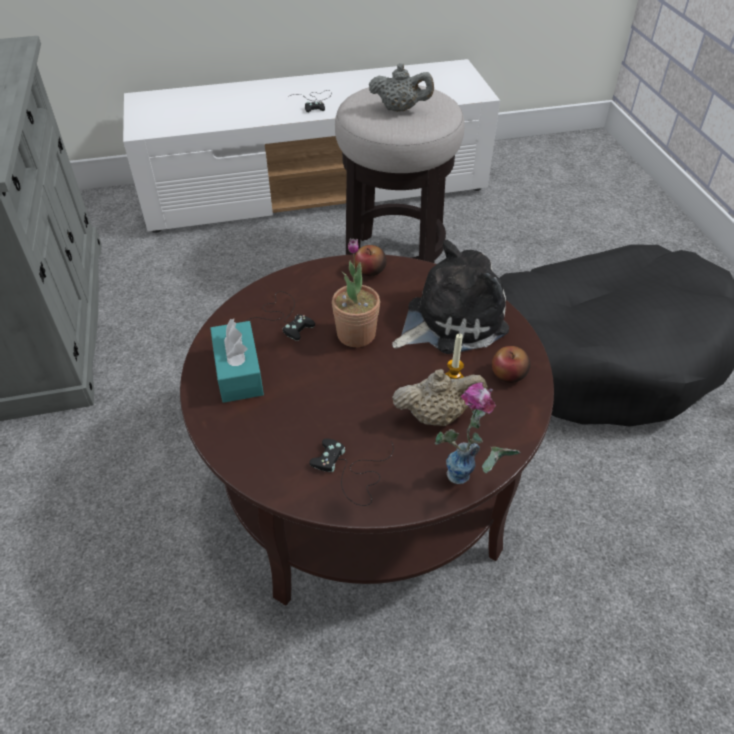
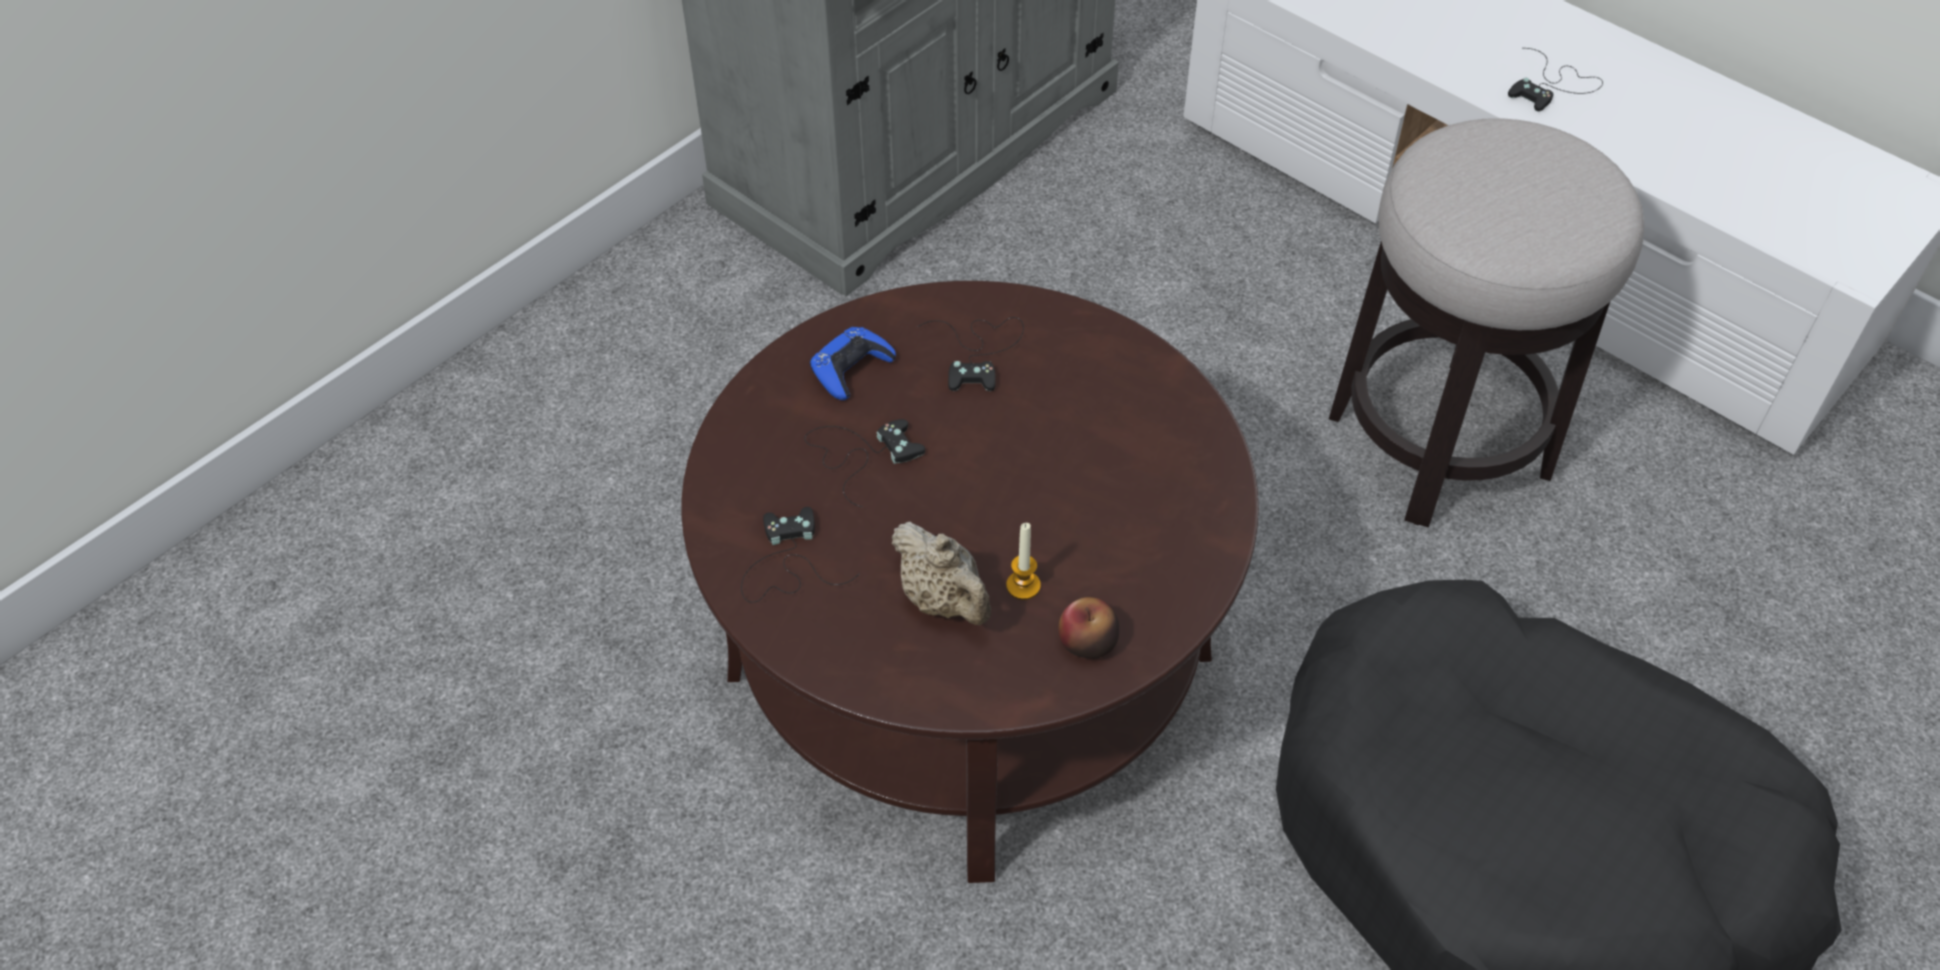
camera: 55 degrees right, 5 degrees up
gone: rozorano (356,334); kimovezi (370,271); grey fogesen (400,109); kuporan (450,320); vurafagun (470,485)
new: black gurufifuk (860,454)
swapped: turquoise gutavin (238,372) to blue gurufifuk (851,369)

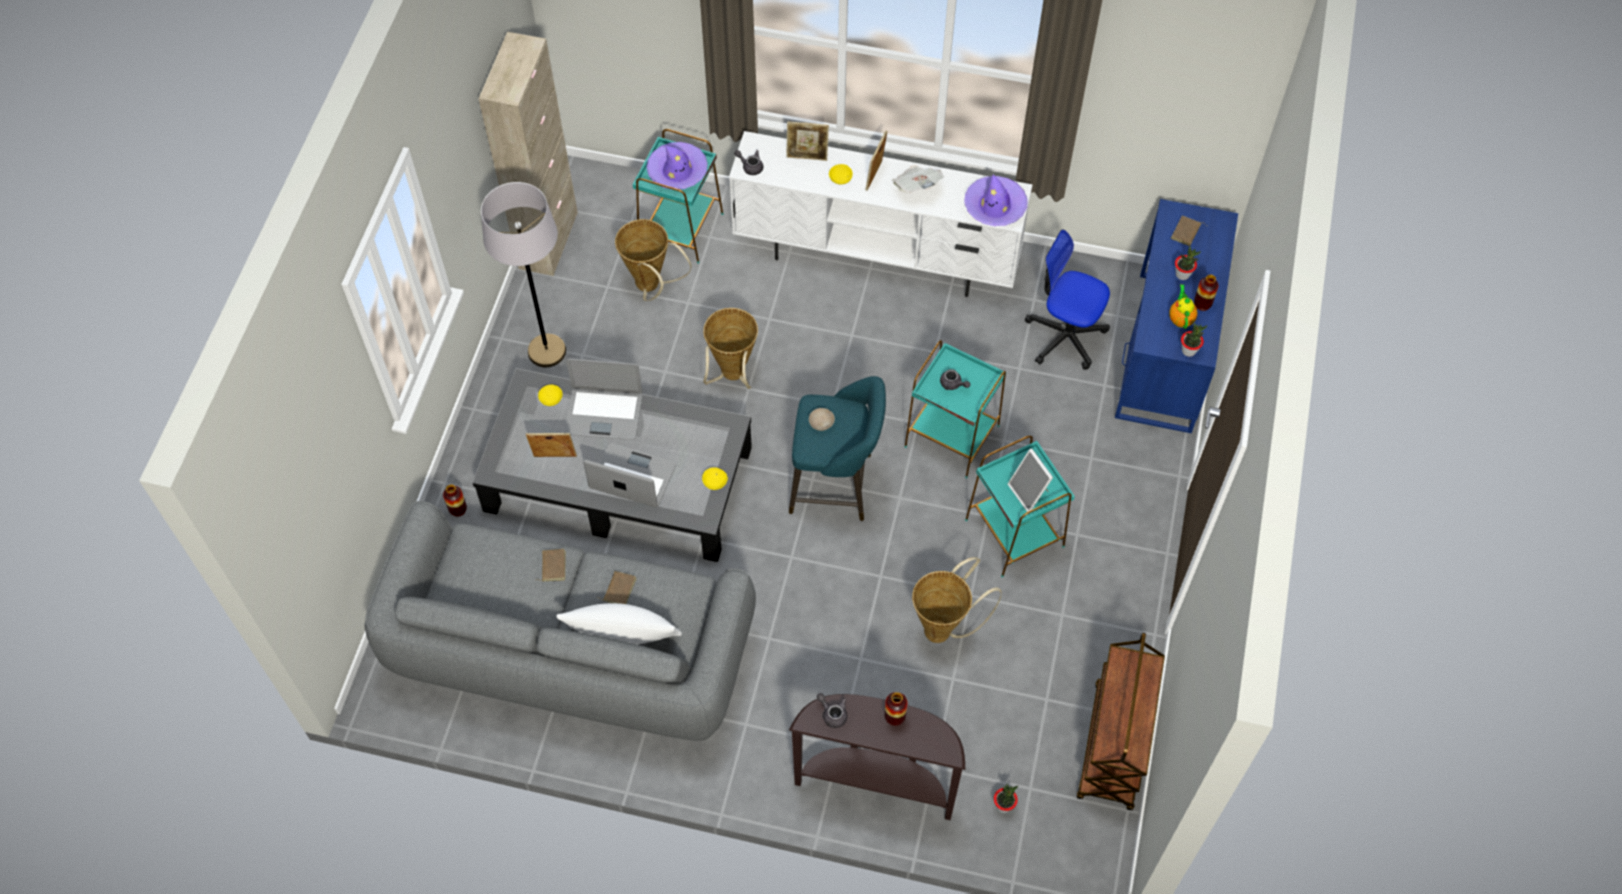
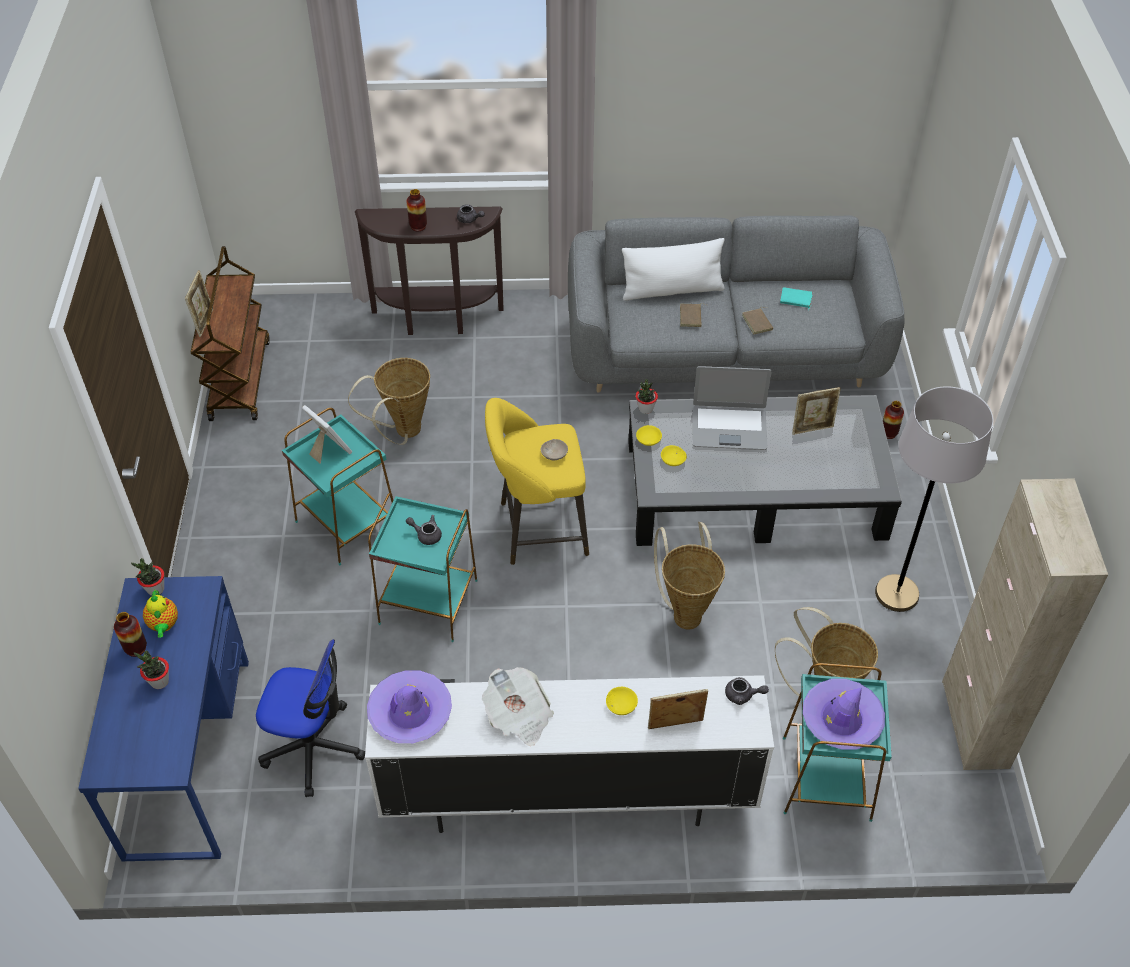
camera: 165 degrees right, 10 degrees down
gone: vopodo (604,414); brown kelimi (1186,232)
new: turquoise kelimi (795,300)
shifted: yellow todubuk (552,399) to (672,460); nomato (875,176) to (204,322); rozorano (1003,805) to (645,409)
repainted: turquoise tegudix (836,484) to yellow tegudix (537,529)

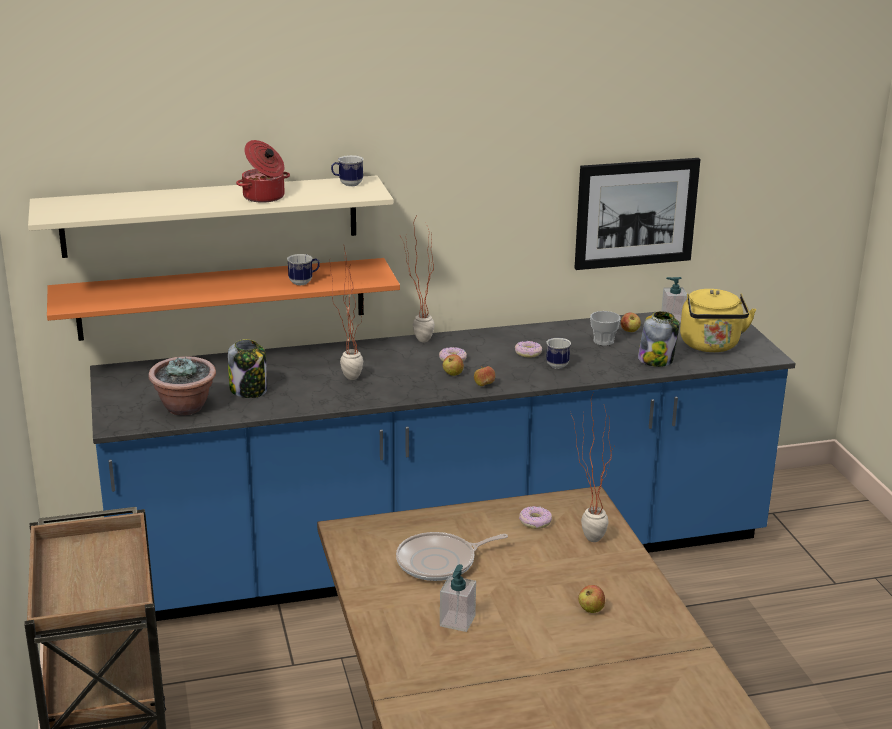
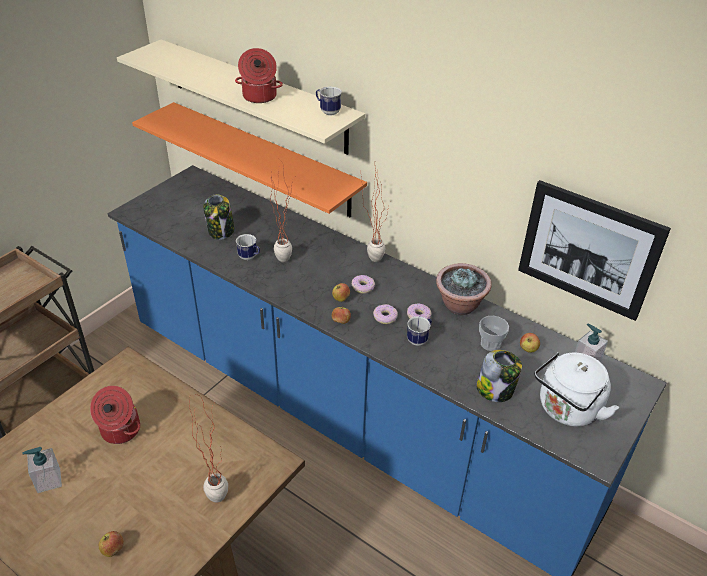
camera: 50 degrees right, 15 degrees up
shifted: rozorano (185,408) to (460,306); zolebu (304,282) to (249,257); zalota (535,522) to (385,317)
swapped: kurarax (440,562) to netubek (120,430)
repainted: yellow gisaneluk (711,346) to white gisaneluk (567,410)

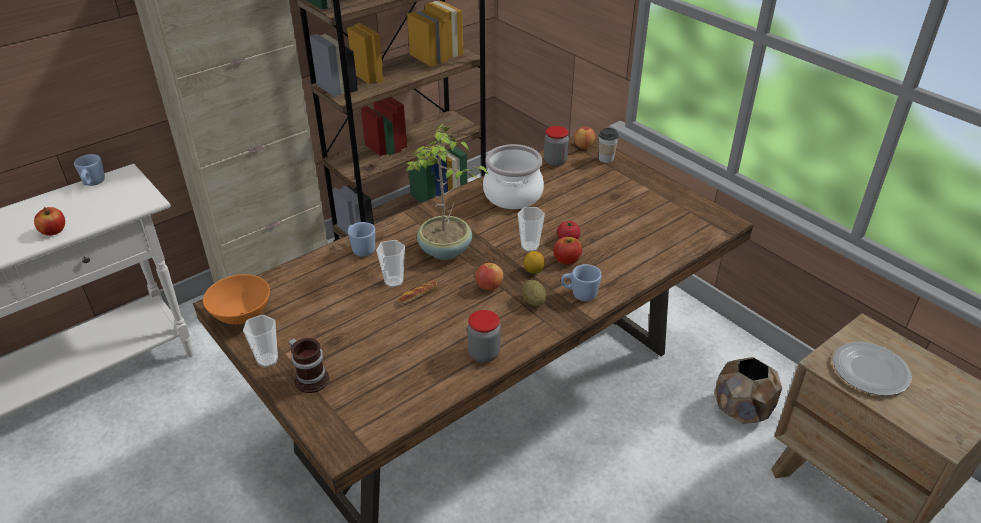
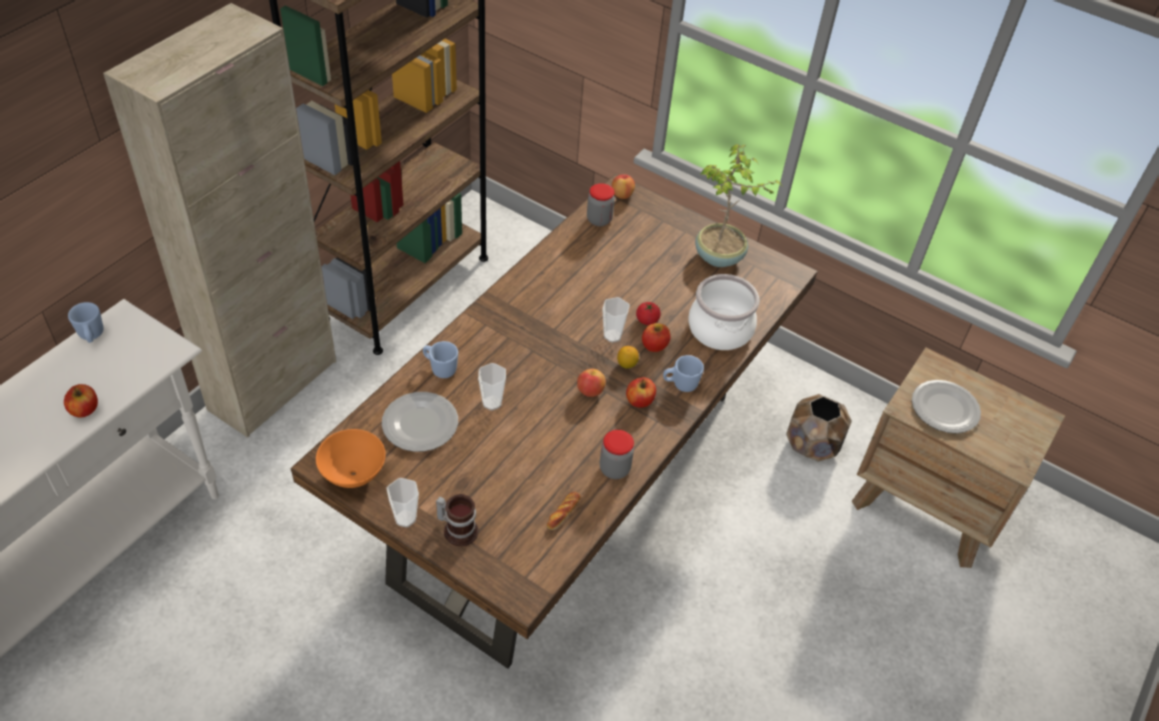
camera: 20 degrees left, 10 degrees up
gone: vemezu (606,159)
new: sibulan (419,424)
shifted: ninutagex (418,295) to (563,513); rozorano (445,251) to (719,258); netubek (512,195) to (719,329)
swapped: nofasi (533,301) to kimovezi (640,401)

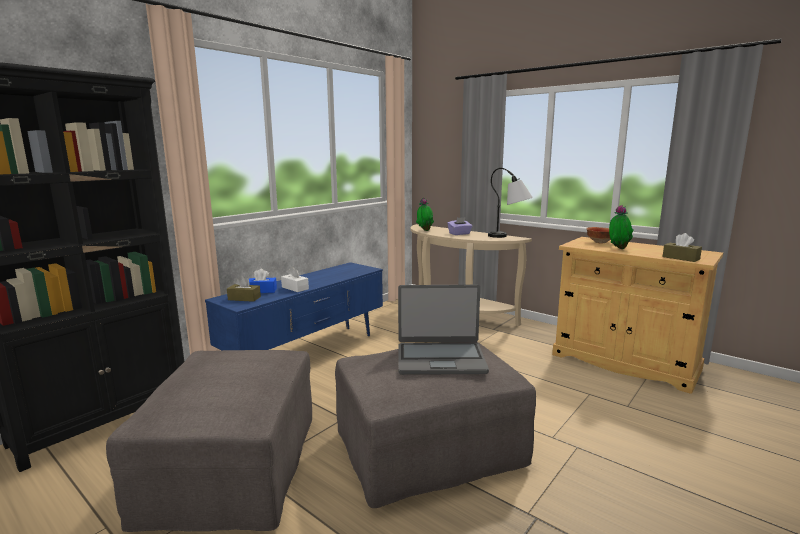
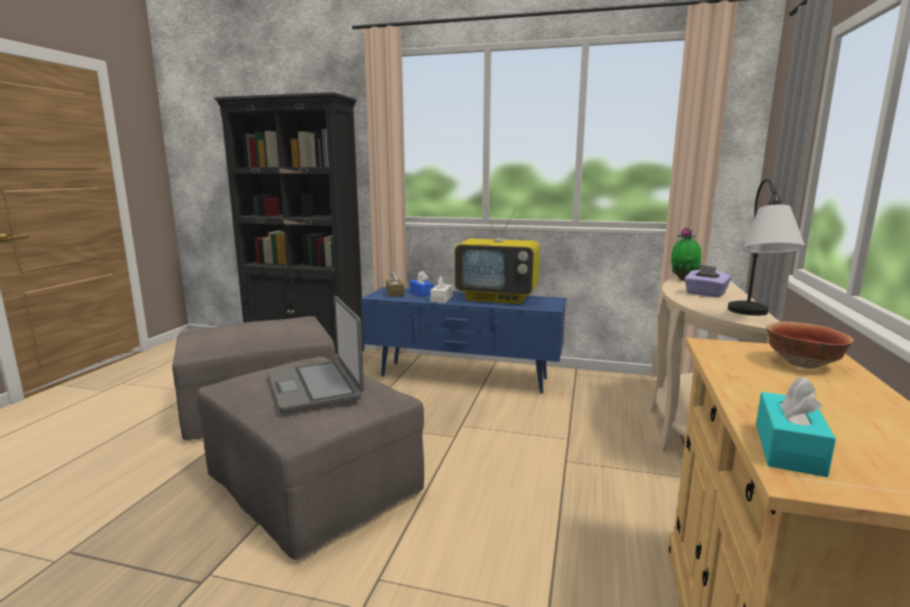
camera: 65 degrees right, 0 degrees up
gone: rozorano (618,249)
new: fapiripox (498,298)
repainted: brown gutavin (681,258) to turquoise gutavin (788,449)

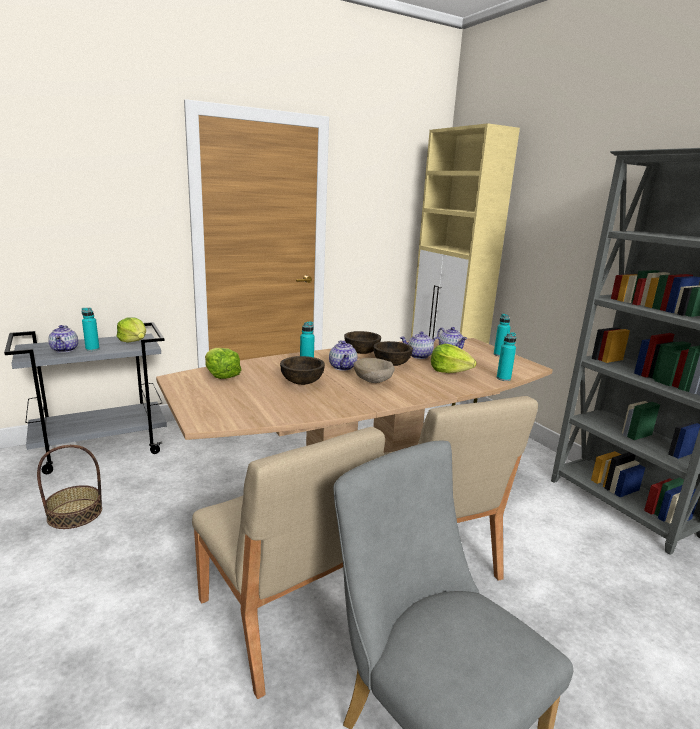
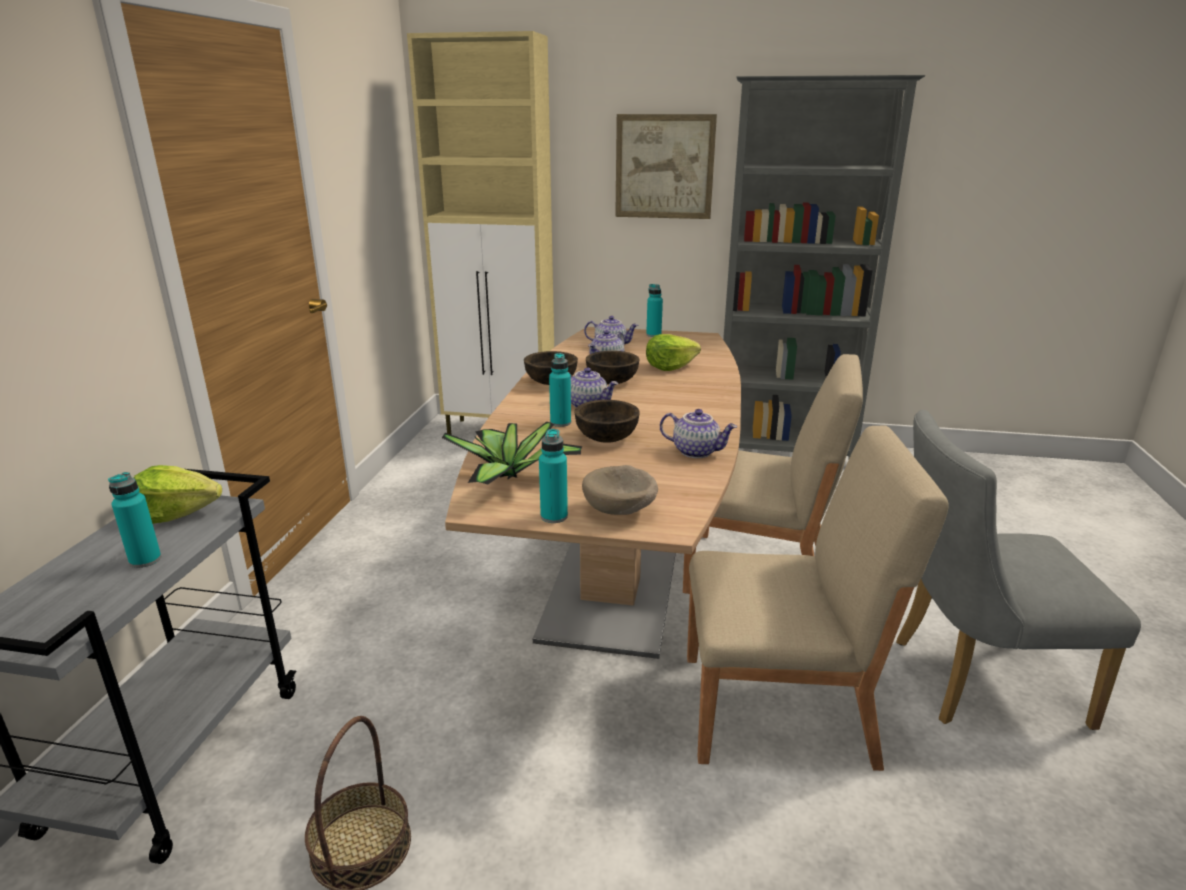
camera: 50 degrees left, 5 degrees up
new: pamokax (664,167)
shifted: fogesen (65,350) to (696,451); beige todubuk (373,382) to (621,511); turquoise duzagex (503,378) to (554,516)
swapped: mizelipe (221,375) to rozorano (512,476)

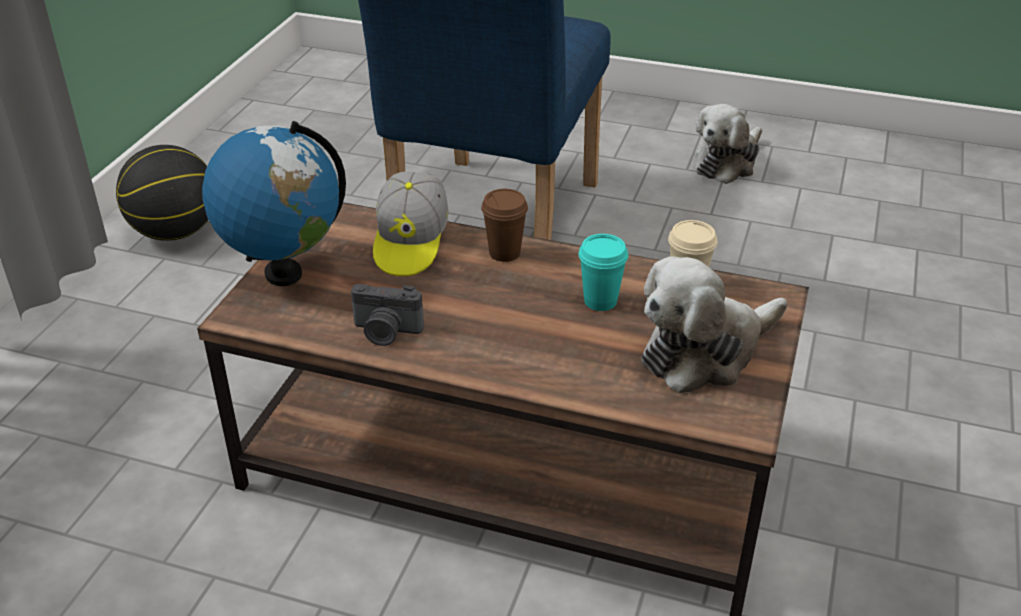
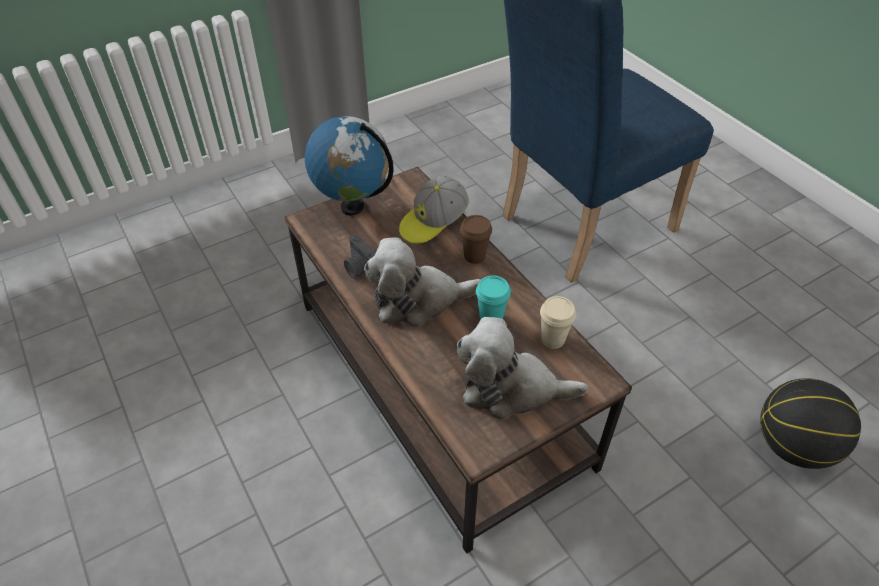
camera: 40 degrees right, 10 degrees up
shifted: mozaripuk (175,232) to (793,446); kuporan (727,163) to (418,300)

